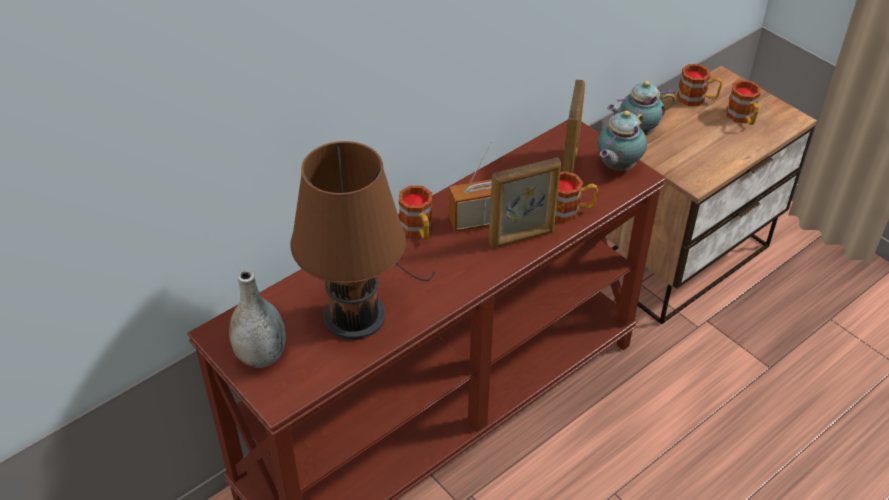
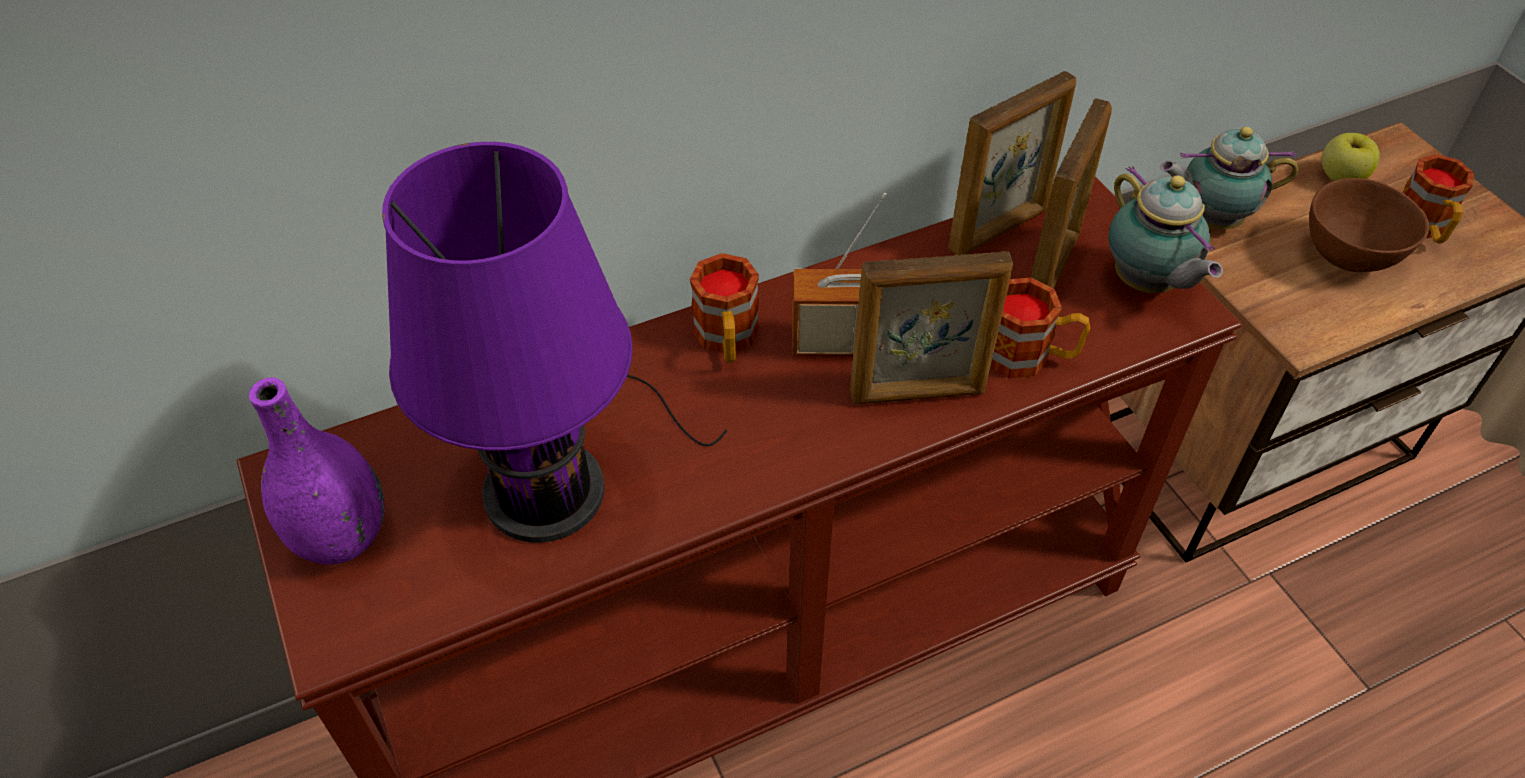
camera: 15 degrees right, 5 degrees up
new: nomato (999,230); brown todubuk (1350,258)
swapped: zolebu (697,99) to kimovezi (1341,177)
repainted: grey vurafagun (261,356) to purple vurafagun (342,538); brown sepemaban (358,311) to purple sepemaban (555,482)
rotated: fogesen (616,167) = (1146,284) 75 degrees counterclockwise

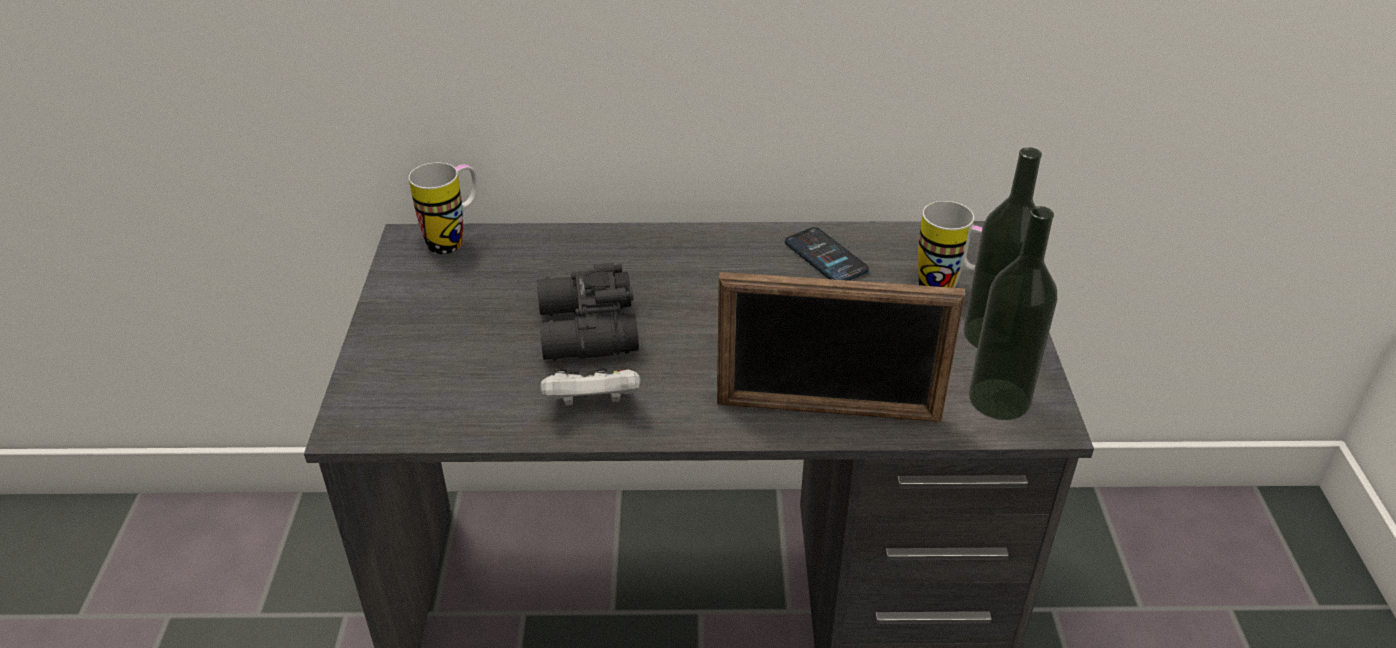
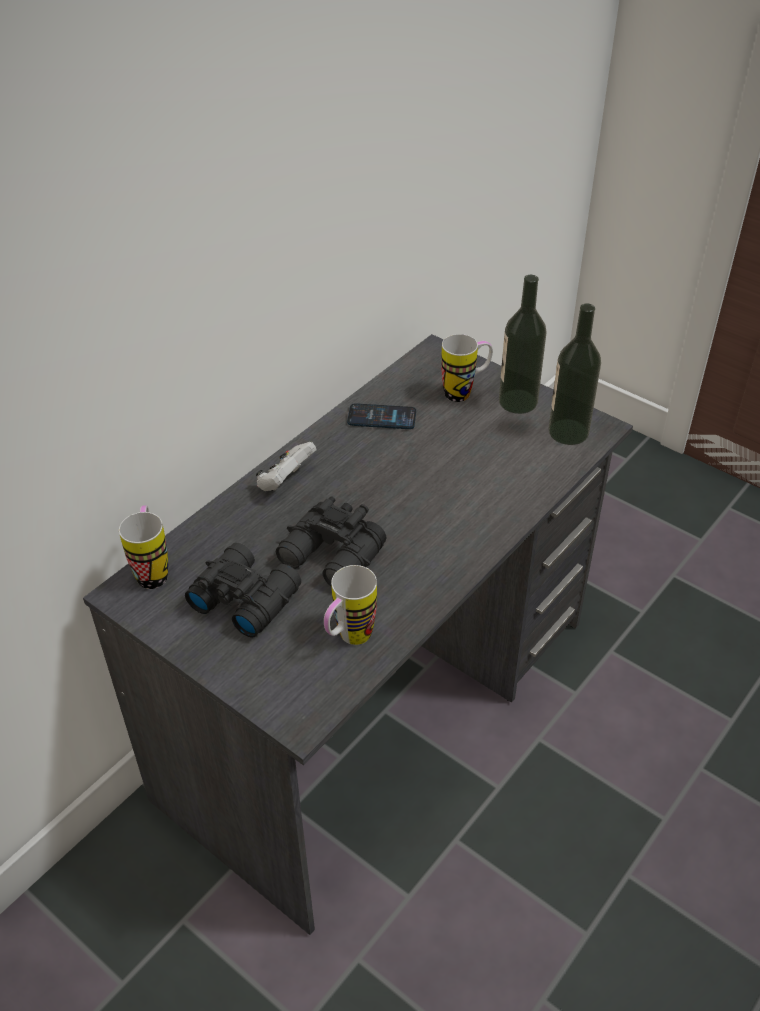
camera: 50 degrees left, 5 degrees up
gone: nomato (828,411)
new: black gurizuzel (245,597); zolebu (349,639)
shifted: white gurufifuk (592,405) to (285,481)

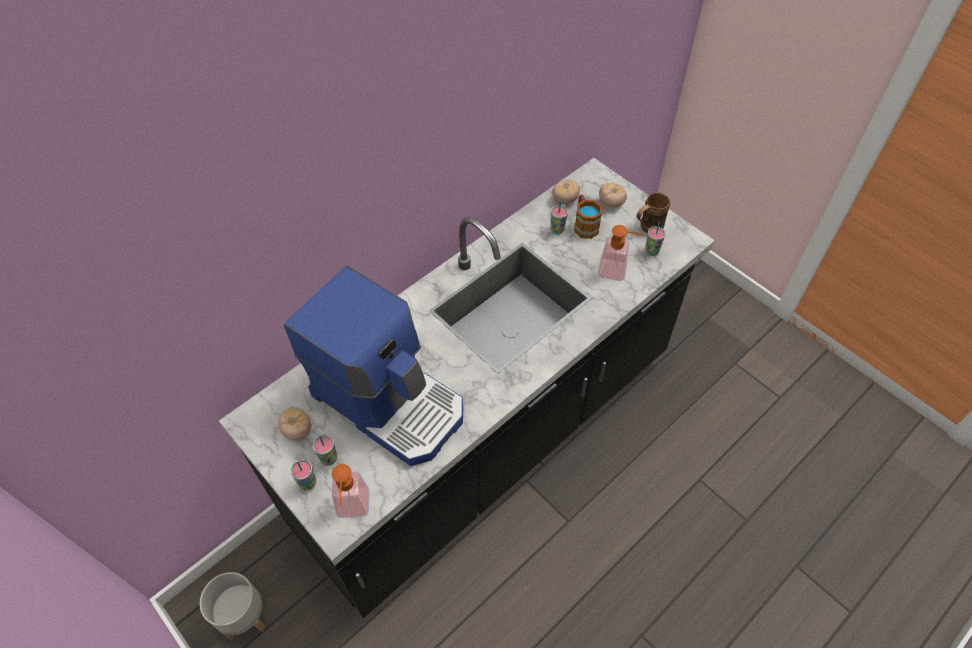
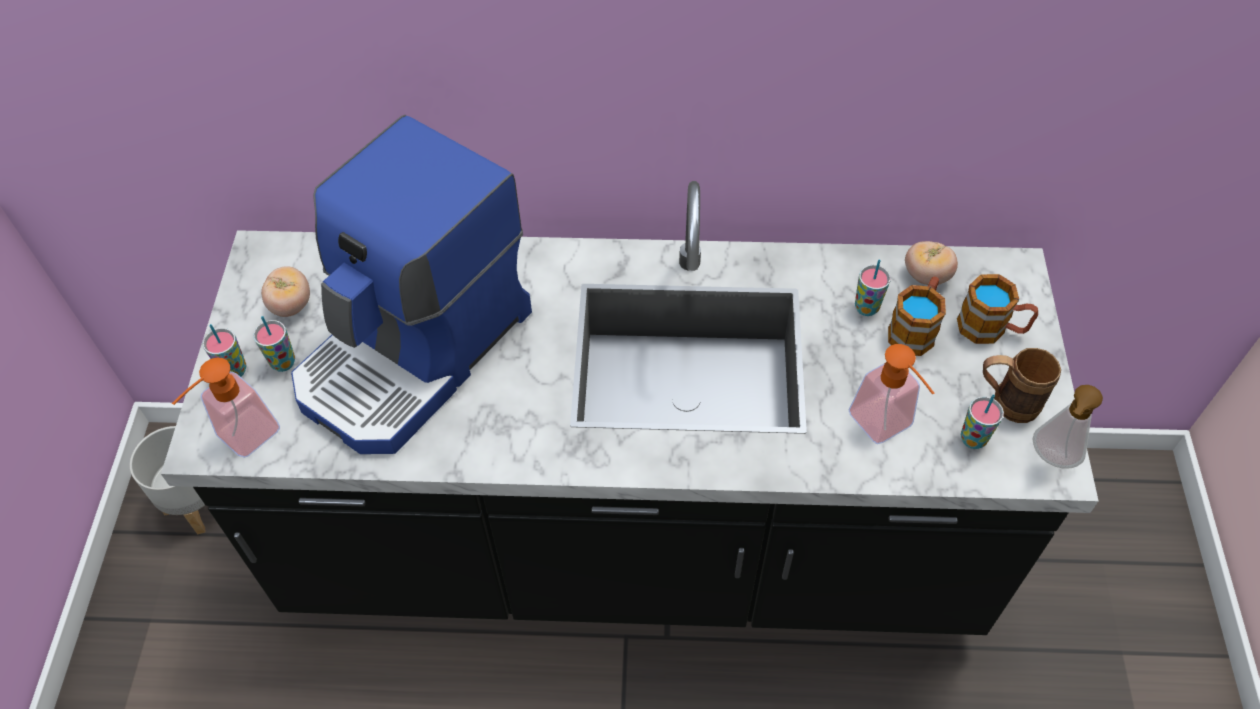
camera: 45 degrees right, 0 degrees up
new: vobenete (1050,459)
swapped: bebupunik (611,203) to zolebu (991,328)
rotated: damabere (390,400) = (417,353) 45 degrees clockwise

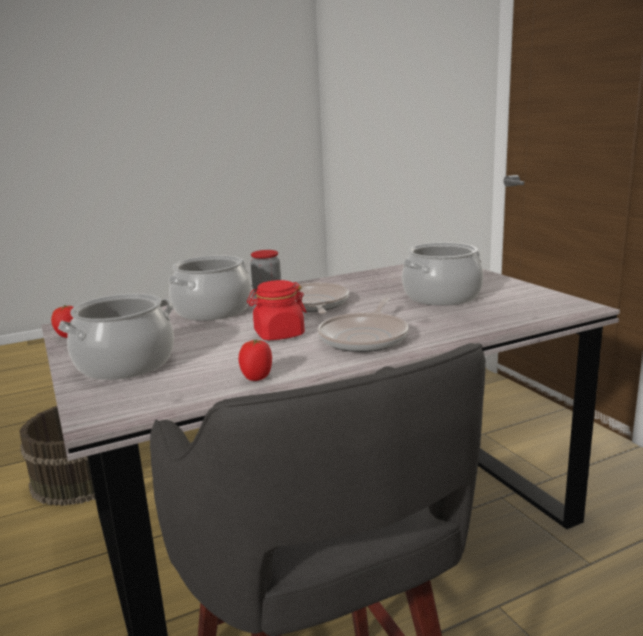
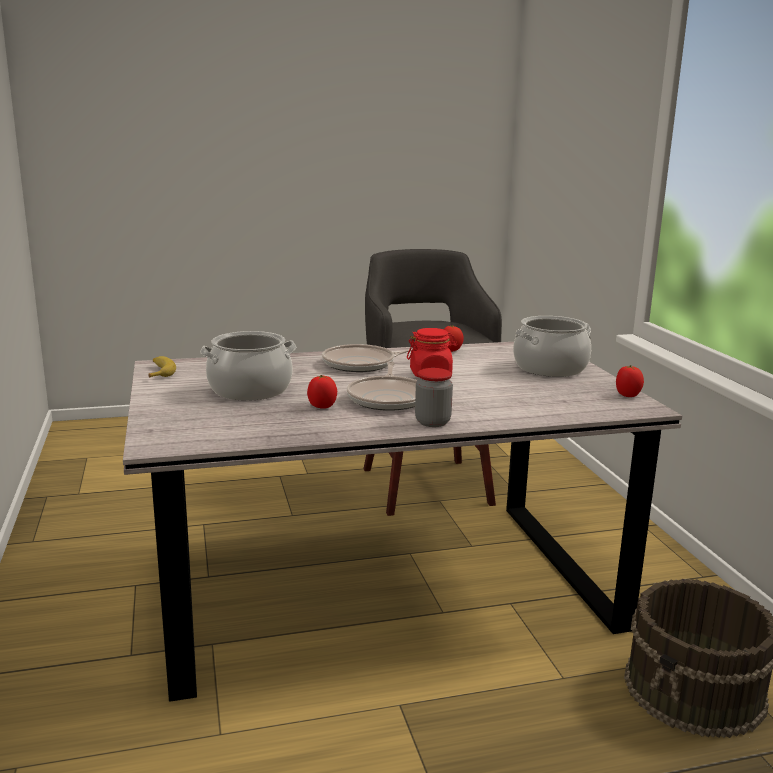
camera: 170 degrees left, 0 degrees up
gone: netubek (213,311)
new: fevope (159,372); bebupunik (322,406)
rotated: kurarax (365,337) = (363,364) 135 degrees counterclockwise

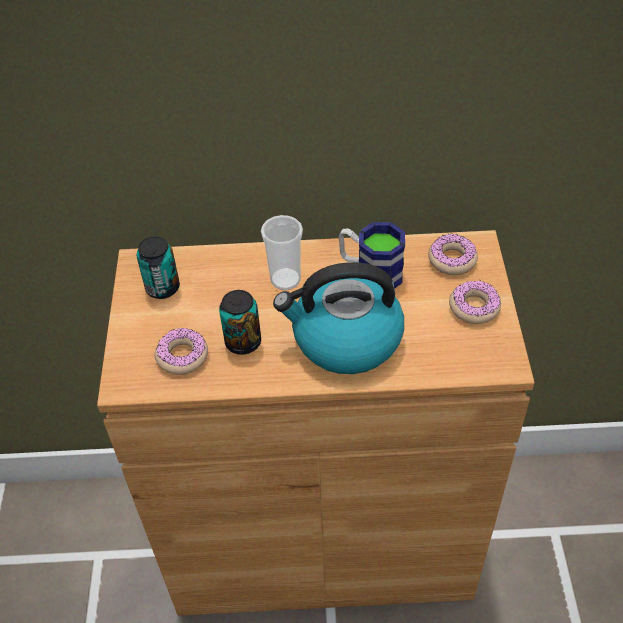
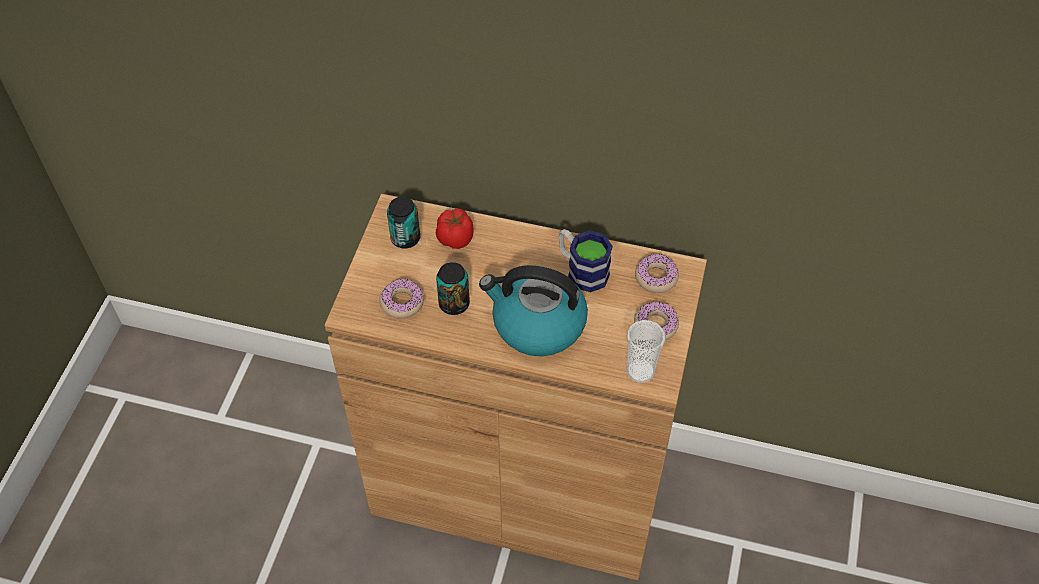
camera: 15 degrees right, 5 degrees up
new: bebupunik (455,237)
shifted: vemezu (285,279) to (640,371)

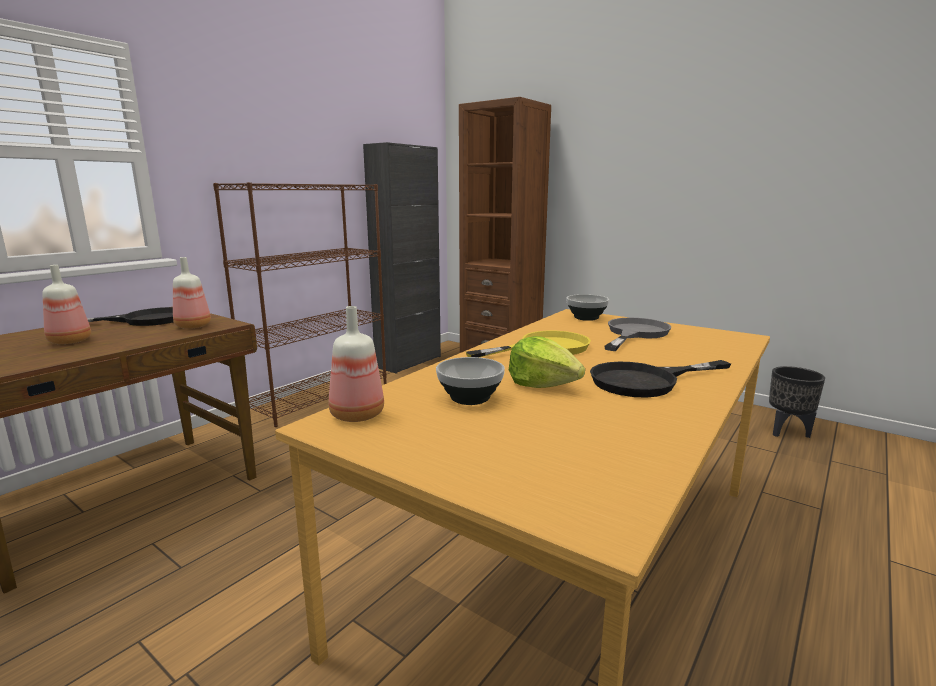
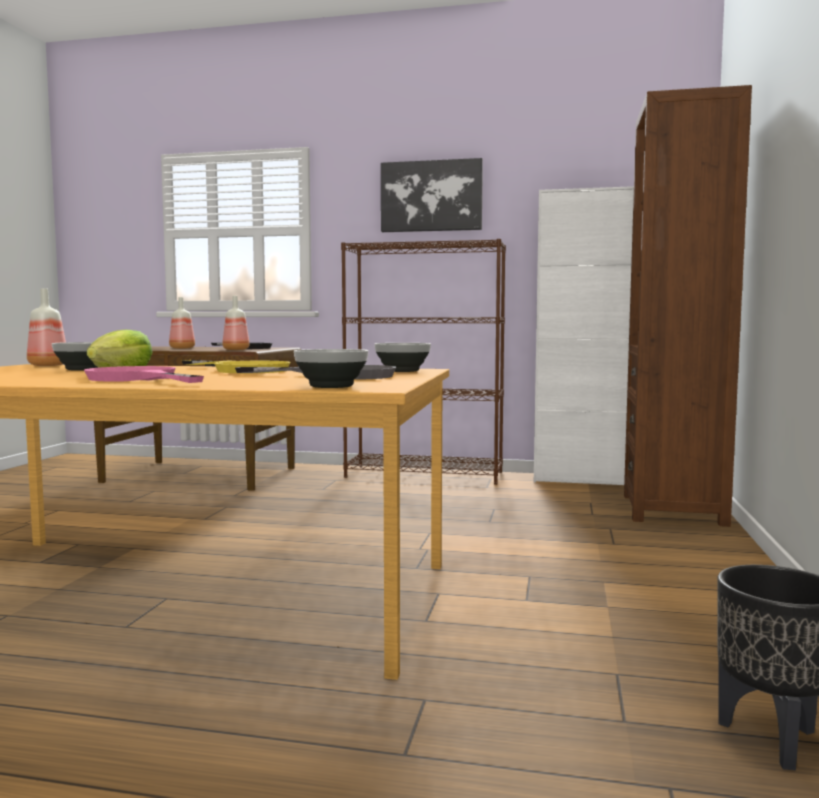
camera: 65 degrees right, 10 degrees down
new: todubuk (332,386); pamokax (431,196)
repainted: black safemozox (408,362) to white safemozox (579,480); black kurarax (646,381) to pink kurarax (139,379)

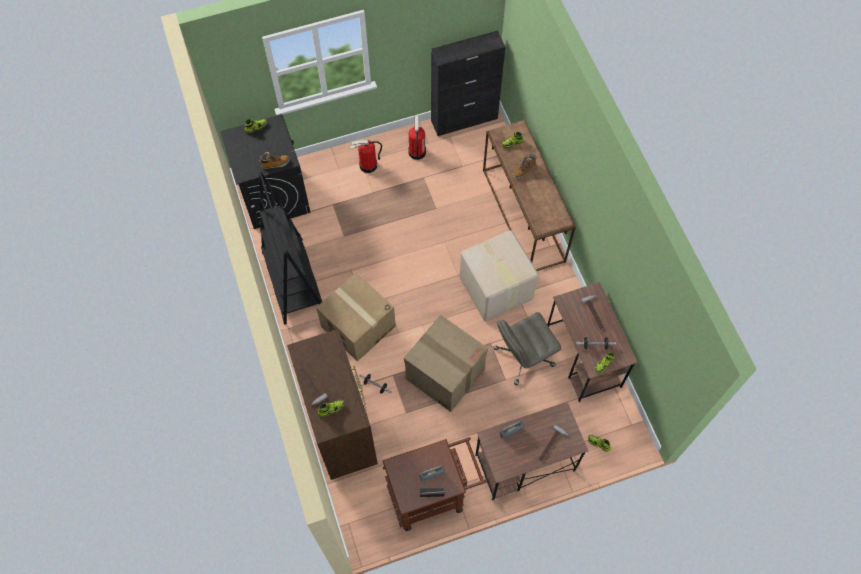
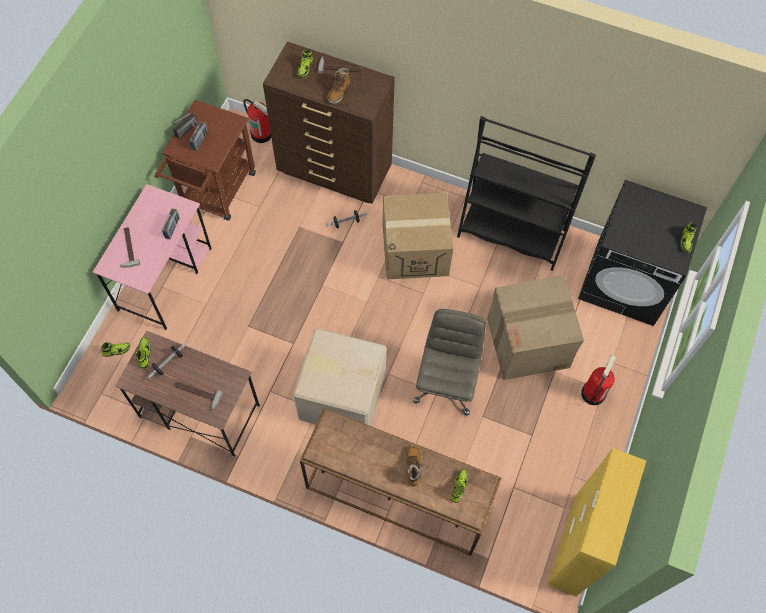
camera: 130 degrees right, 0 degrees up
shifted: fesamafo (275,164) to (339,91); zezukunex (444,373) to (528,342); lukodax (416,152) to (262,134); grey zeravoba (523,357) to (446,382)
repainted: black safemozox (464,119) to yellow safemozox (575,545); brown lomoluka (524,463) to pink lomoluka (165,278)

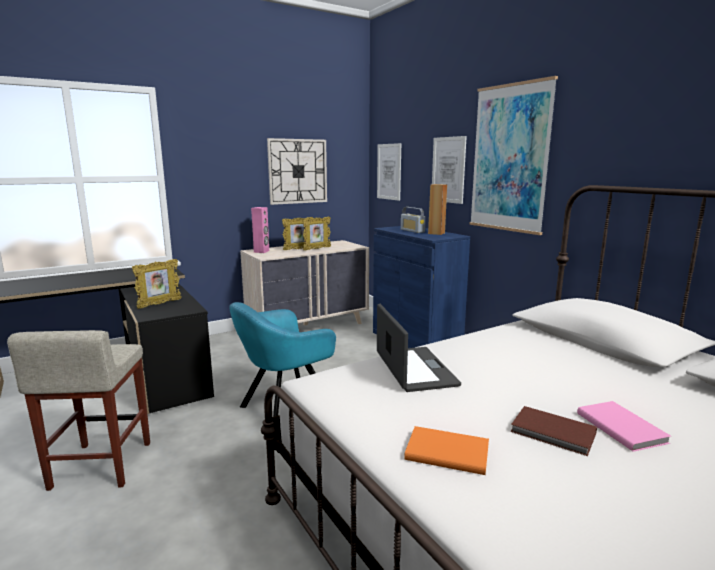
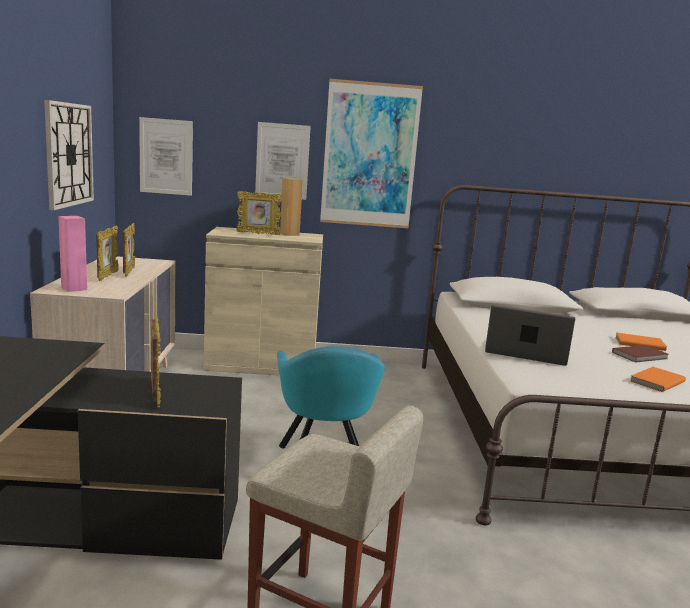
camera: 60 degrees left, 0 degrees up
swapped: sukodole (412,231) to nomato (258,234)
repainted: blue safemozox (415,341) to beige safemozox (261,364); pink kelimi (621,427) to orange kelimi (638,343)

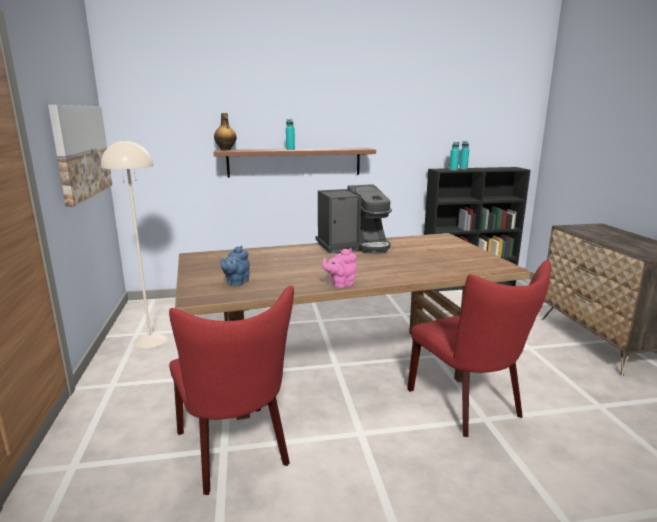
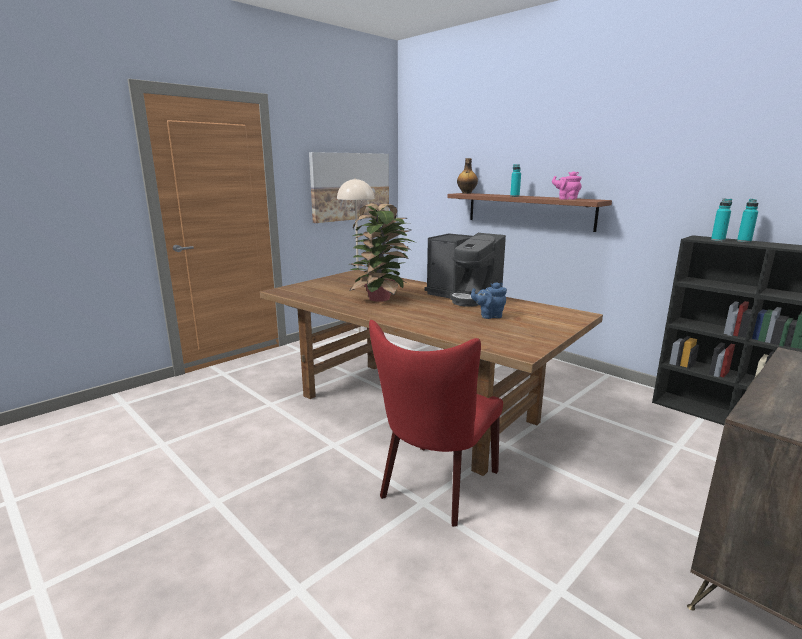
camera: 55 degrees right, 0 degrees up
gone: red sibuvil (236,451)
new: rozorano (381,298)
shifted: blue fogesen (236,282) to (489,316); pink fogesen (340,284) to (566,199)

